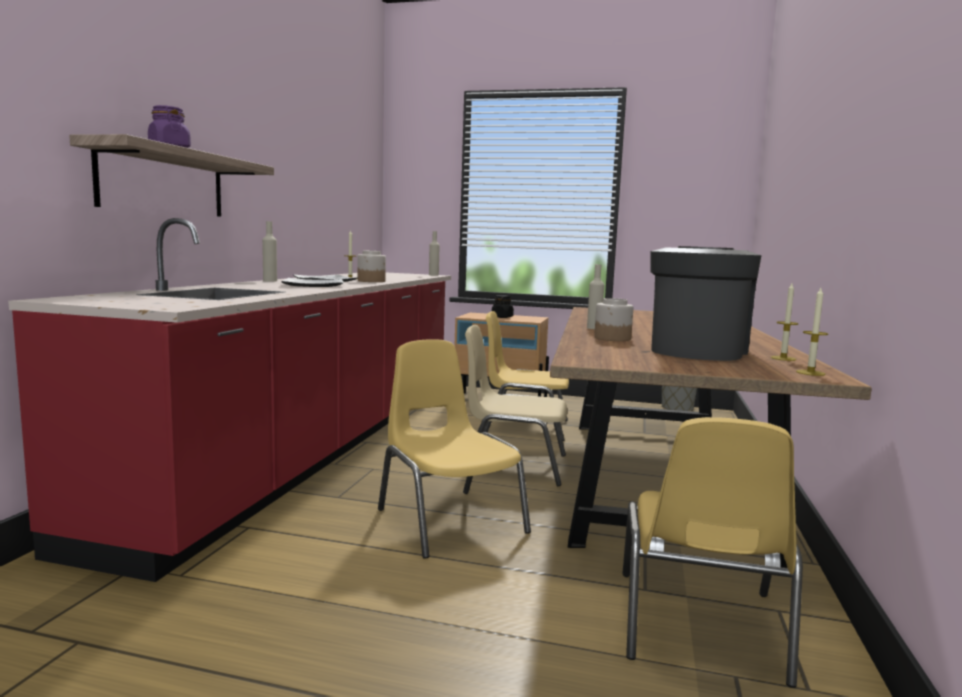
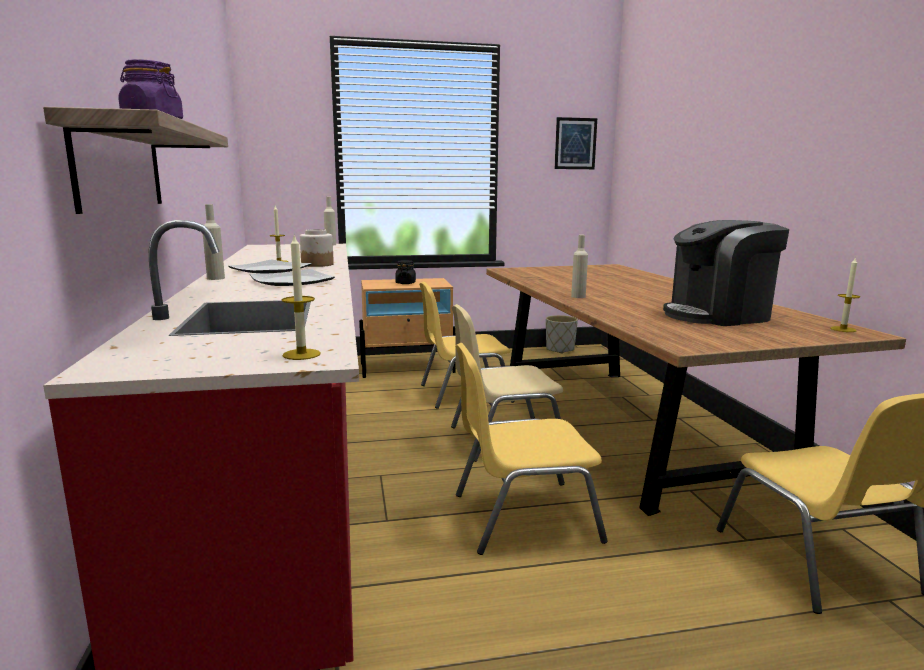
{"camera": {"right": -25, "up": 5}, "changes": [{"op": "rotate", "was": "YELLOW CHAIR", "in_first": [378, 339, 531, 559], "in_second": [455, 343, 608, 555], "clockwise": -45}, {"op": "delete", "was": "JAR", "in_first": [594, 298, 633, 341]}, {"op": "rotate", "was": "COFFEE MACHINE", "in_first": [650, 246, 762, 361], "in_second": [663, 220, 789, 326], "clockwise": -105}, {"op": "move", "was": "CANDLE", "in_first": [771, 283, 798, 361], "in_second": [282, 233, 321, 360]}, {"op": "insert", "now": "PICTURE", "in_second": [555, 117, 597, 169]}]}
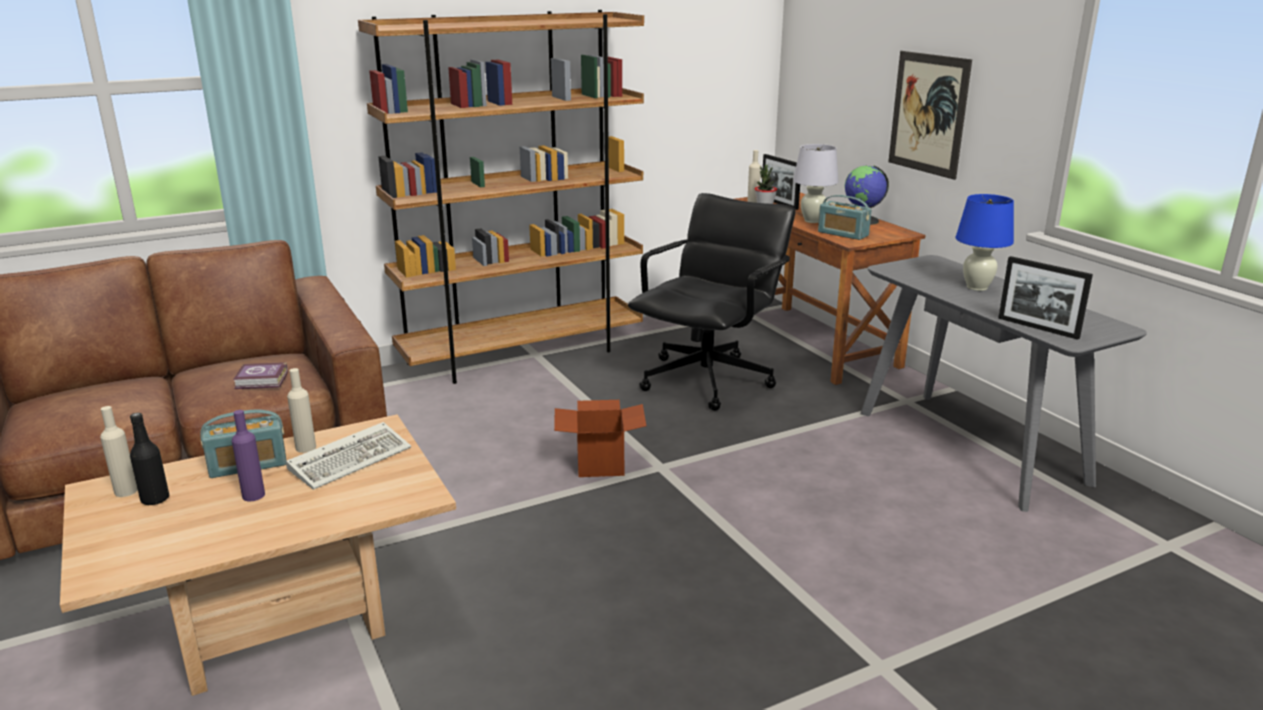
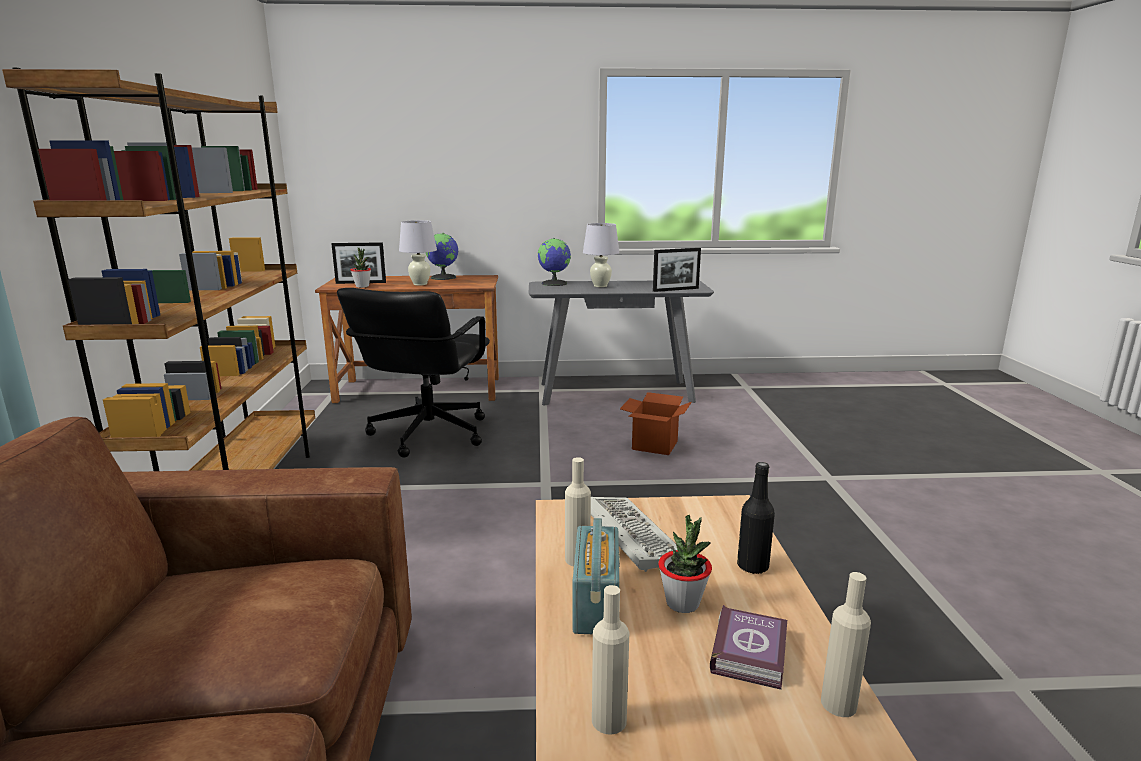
{"camera": {"right": -65, "up": -5}, "changes": [{"op": "move", "was": "BLACK BOTTLE", "in_first": [130, 413, 169, 505], "in_second": [737, 462, 775, 574]}, {"op": "replace", "was": "PURPLE BOTTLE", "now": "POTTED PLANT", "in_first": [232, 410, 265, 501], "in_second": [658, 515, 712, 613]}, {"op": "move", "was": "BOOK", "in_first": [233, 362, 288, 389], "in_second": [710, 605, 787, 690]}, {"op": "move", "was": "CARDBOARD BOX", "in_first": [554, 400, 646, 477], "in_second": [620, 392, 692, 455]}, {"op": "rotate", "was": "BLACK OFFICE CHAIR", "in_first": [628, 193, 796, 411], "in_second": [337, 288, 490, 458], "clockwise": -135}, {"op": "move", "was": "BEIGE BOTTLE", "in_first": [747, 150, 761, 203], "in_second": [821, 572, 871, 717]}, {"op": "delete", "was": "RADIO", "in_first": [818, 195, 872, 240]}, {"op": "delete", "was": "PICTURE", "in_first": [888, 51, 972, 180]}, {"op": "recolor", "was": "BLUE TABLE LAMP", "now": "WHITE TABLE LAMP", "in_first": [955, 194, 1014, 291], "in_second": [583, 223, 620, 287]}, {"op": "insert", "now": "GLOBE", "in_second": [538, 238, 571, 286]}]}
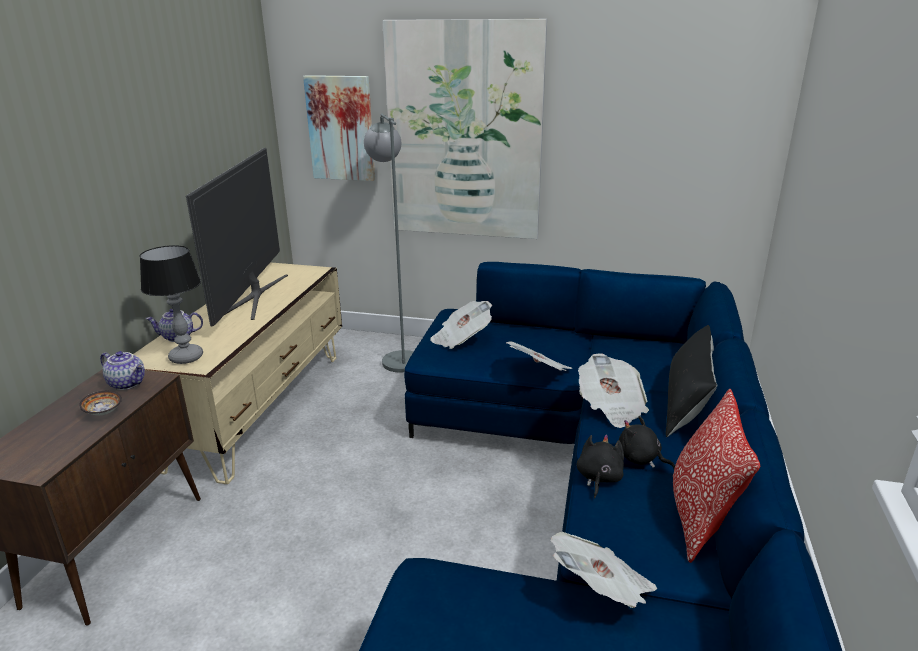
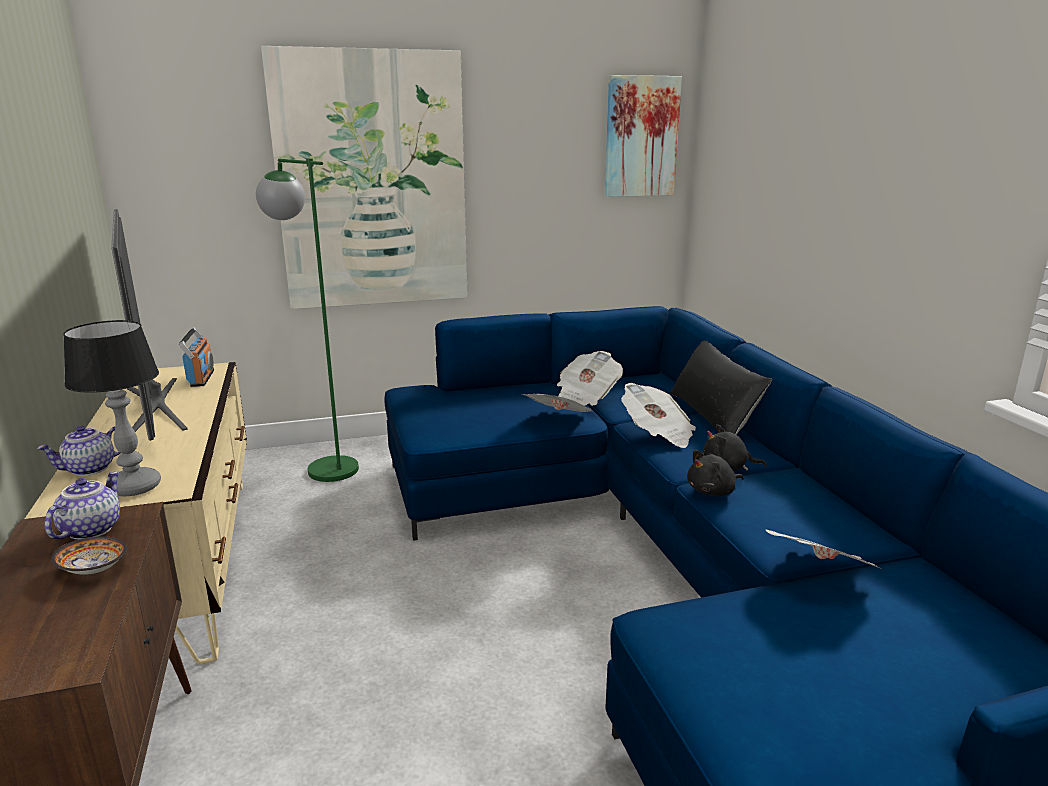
{"camera": {"right": -30, "up": -5}, "changes": [{"op": "rotate", "was": "TEAPOT", "in_first": [100, 351, 145, 390], "in_second": [44, 471, 120, 540], "clockwise": -75}, {"op": "move", "was": "PICTURE", "in_first": [303, 75, 375, 181], "in_second": [604, 75, 682, 197]}, {"op": "recolor", "was": "GREY FLOOR LAMP", "now": "GREEN FLOOR LAMP", "in_first": [364, 113, 413, 372], "in_second": [256, 158, 359, 482]}, {"op": "move", "was": "NEWSPAPER", "in_first": [430, 301, 492, 349], "in_second": [557, 351, 623, 406]}, {"op": "rotate", "was": "BLACK PLUSH TOY", "in_first": [577, 434, 624, 498], "in_second": [687, 450, 744, 496], "clockwise": -105}, {"op": "delete", "was": "PILLOW", "in_first": [673, 388, 760, 563]}, {"op": "insert", "now": "RADIO", "in_second": [179, 328, 214, 387]}]}
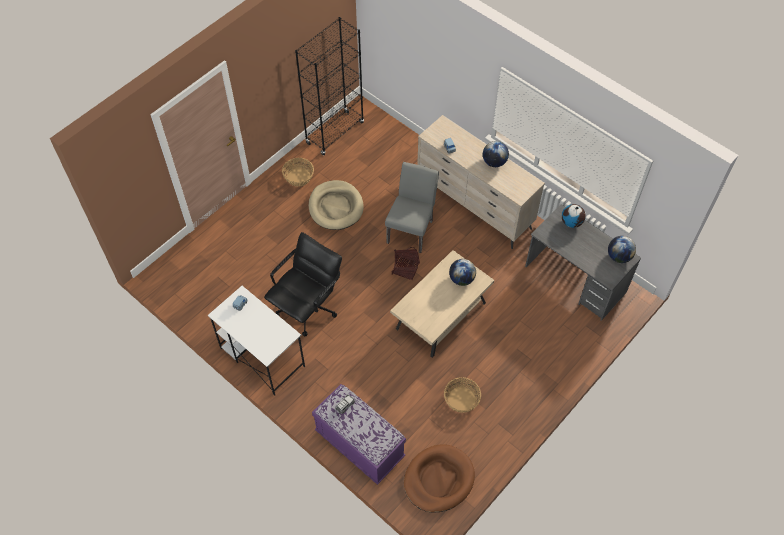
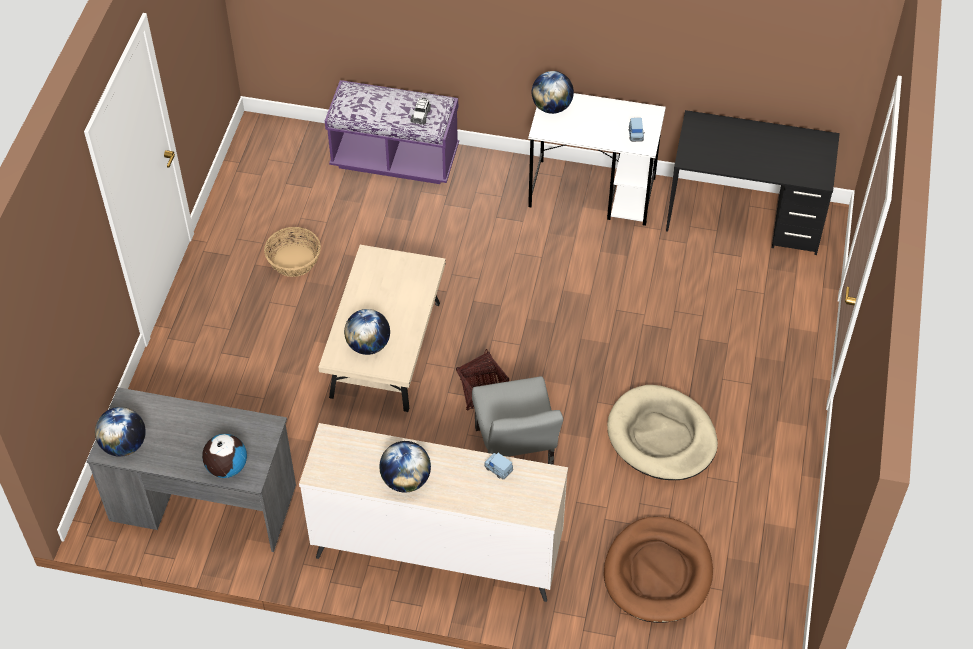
{"camera": {"right": 150, "up": -5}, "changes": [{"op": "delete", "was": "BLACK OFFICE CHAIR", "in_first": [264, 232, 342, 336]}, {"op": "delete", "was": "BASKET", "in_first": [282, 158, 314, 187]}, {"op": "delete", "was": "BLACK BOOKCASE", "in_first": [295, 17, 364, 156]}, {"op": "move", "was": "BROWN DOG BED", "in_first": [404, 444, 475, 513], "in_second": [604, 517, 713, 623]}, {"op": "insert", "now": "GLOBE", "in_second": [531, 71, 574, 114]}, {"op": "insert", "now": "BLACK DESK", "in_second": [666, 110, 840, 255]}]}
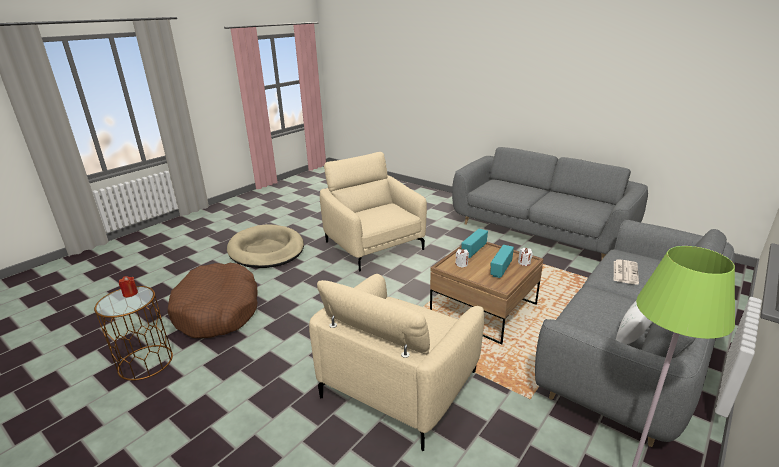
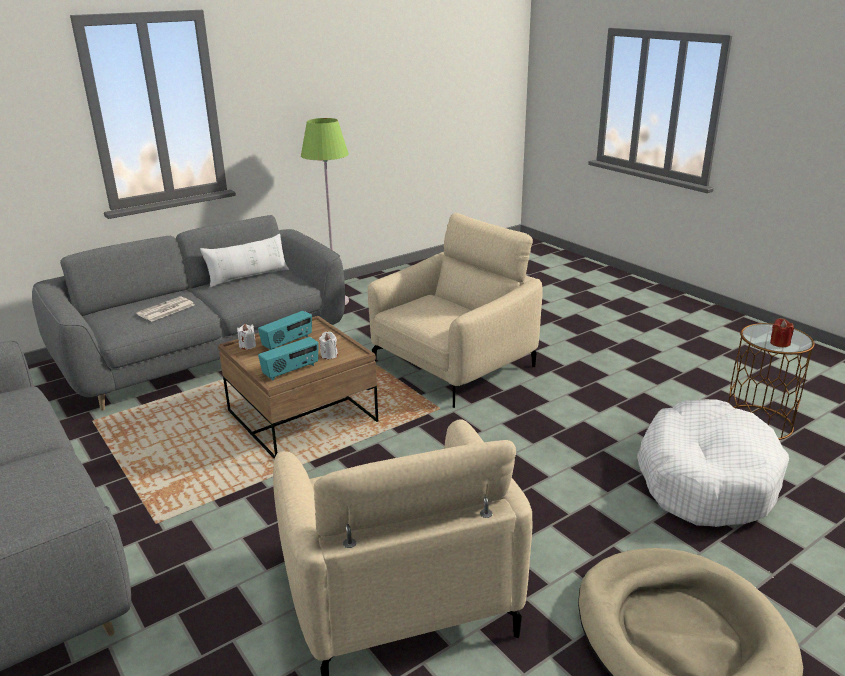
{"camera": {"right": -165, "up": 0}, "changes": [{"op": "recolor", "was": "BROWN DOG BED", "now": "WHITE DOG BED", "in_first": [167, 263, 258, 338], "in_second": [637, 399, 789, 527]}]}
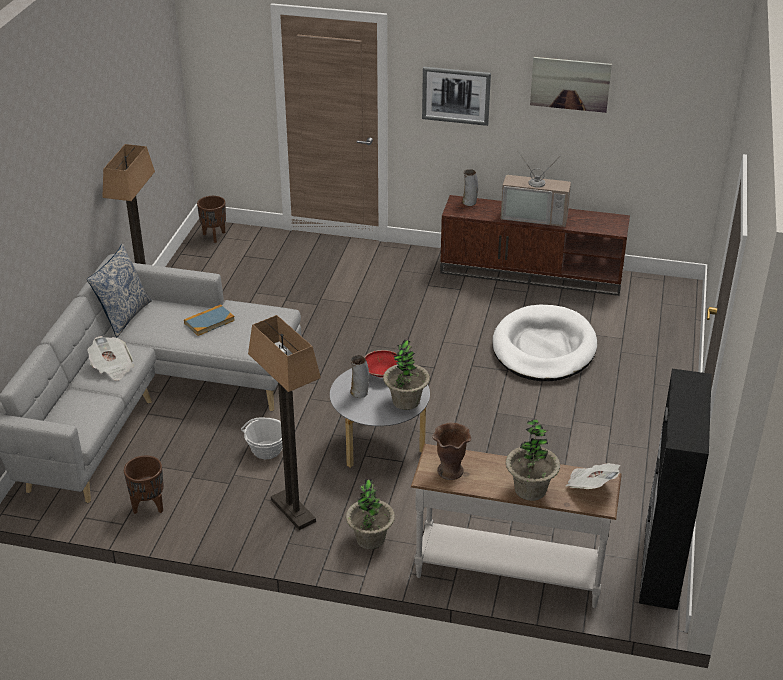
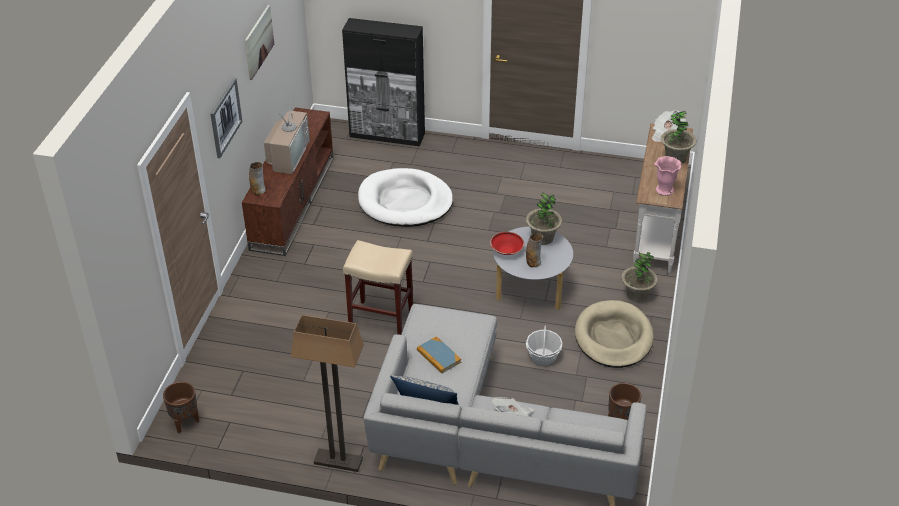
{"camera": {"right": -90, "up": 5}, "changes": [{"op": "replace", "was": "FLOOR LAMP", "now": "BEIGE DOG BED", "in_first": [248, 315, 321, 530], "in_second": [575, 300, 654, 368]}, {"op": "recolor", "was": "BROWN VASE", "now": "PINK VASE", "in_first": [432, 422, 471, 480], "in_second": [655, 156, 681, 196]}, {"op": "move", "was": "BLACK CABINET", "in_first": [639, 369, 712, 610], "in_second": [342, 18, 425, 146]}, {"op": "insert", "now": "BEIGE STOOL", "in_second": [343, 240, 413, 335]}]}
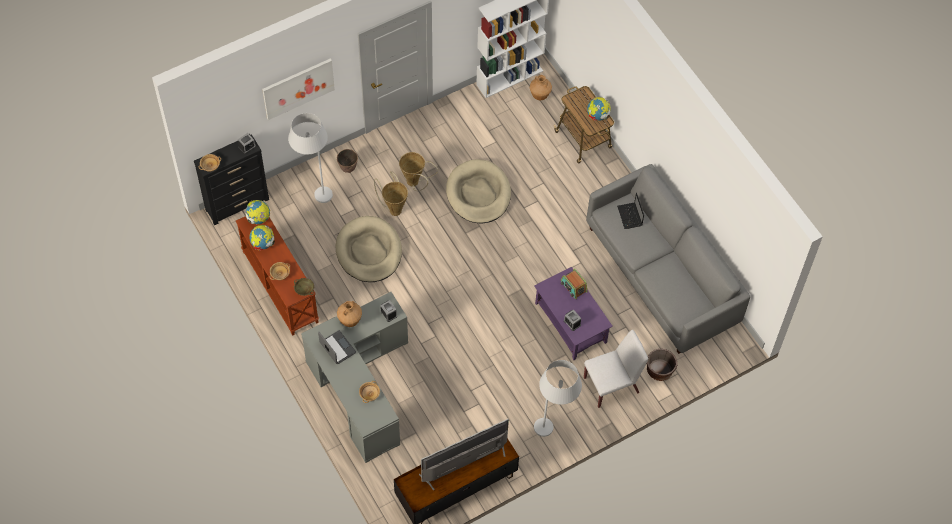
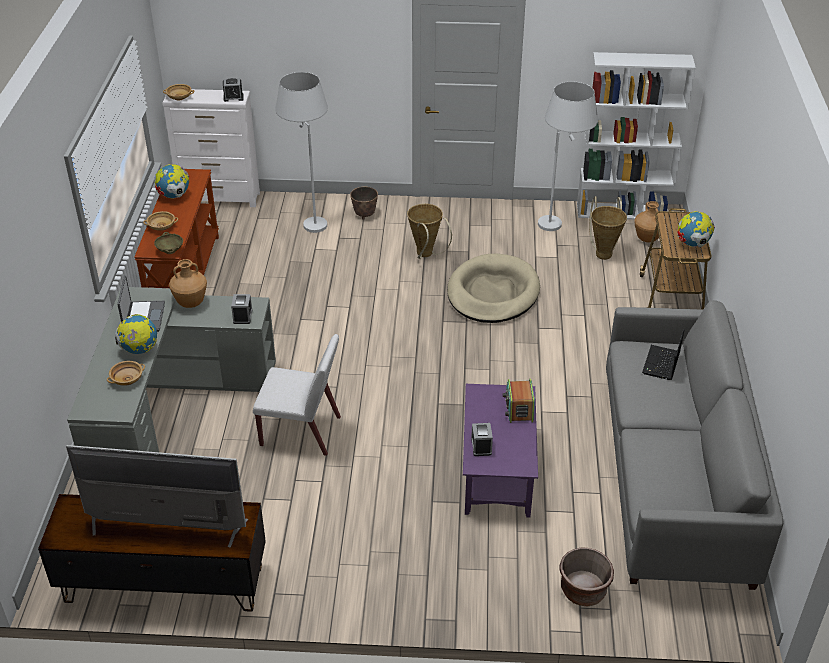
{"camera": {"right": 35, "up": -20}, "changes": [{"op": "recolor", "was": "BLACK DRESSER", "now": "WHITE DRESSER", "in_first": [194, 134, 269, 225], "in_second": [162, 89, 260, 207]}, {"op": "move", "was": "GLOBE", "in_first": [246, 200, 270, 225], "in_second": [115, 314, 157, 354]}, {"op": "delete", "was": "PICTURE", "in_first": [262, 58, 335, 120]}, {"op": "delete", "was": "BEIGE DOG BED", "in_first": [336, 216, 402, 282]}, {"op": "move", "was": "BASKET", "in_first": [374, 171, 408, 216], "in_second": [589, 196, 627, 260]}, {"op": "move", "was": "WHITE FLOOR LAMP", "in_first": [534, 360, 582, 437], "in_second": [538, 82, 598, 231]}, {"op": "move", "was": "WHITE CHAIR", "in_first": [584, 330, 648, 408], "in_second": [253, 334, 341, 456]}]}
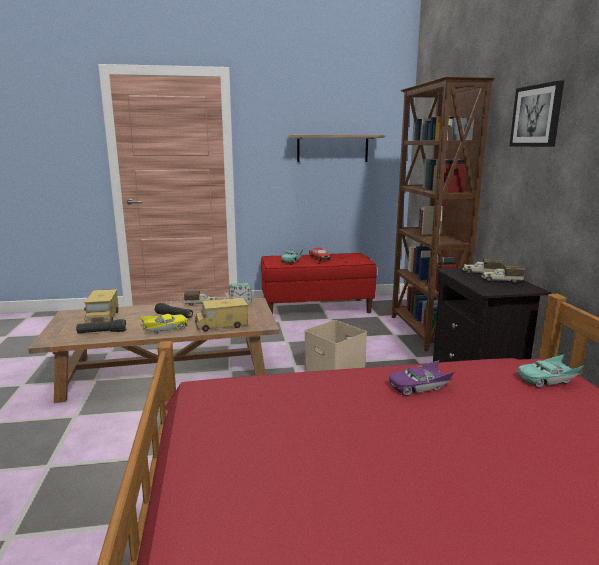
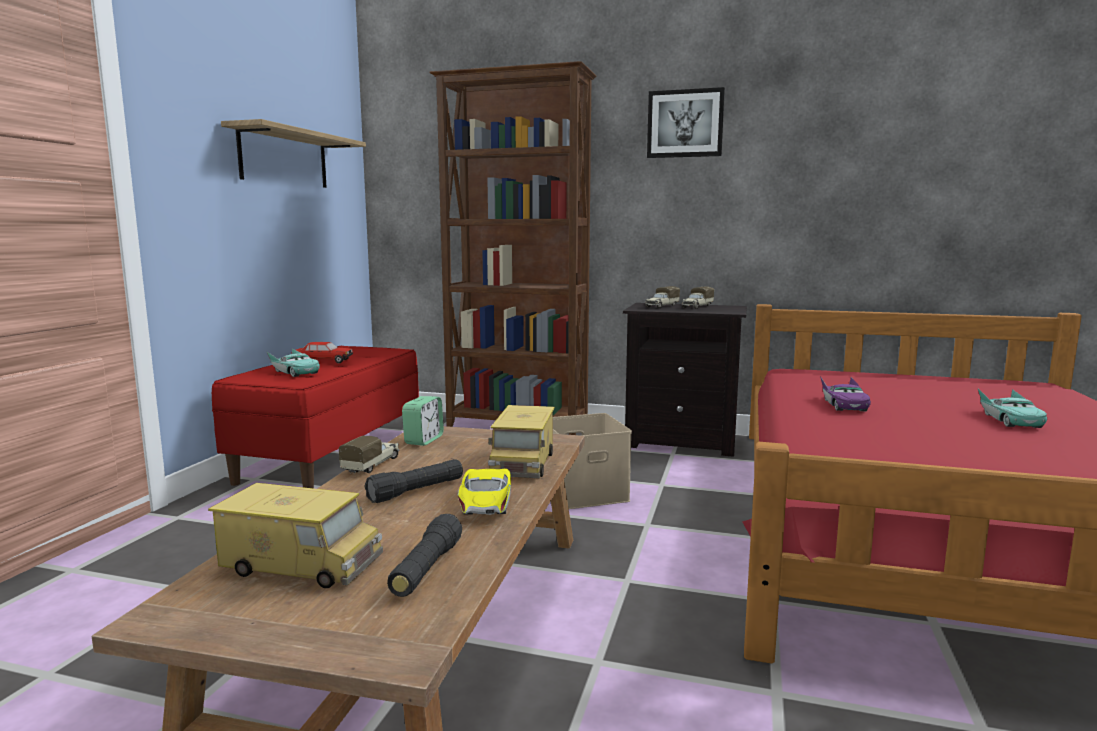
{"camera": {"right": -65, "up": -5}, "changes": [{"op": "move", "was": "TURQUOISE TOY CAR", "in_first": [518, 354, 585, 388], "in_second": [978, 389, 1047, 428]}]}
